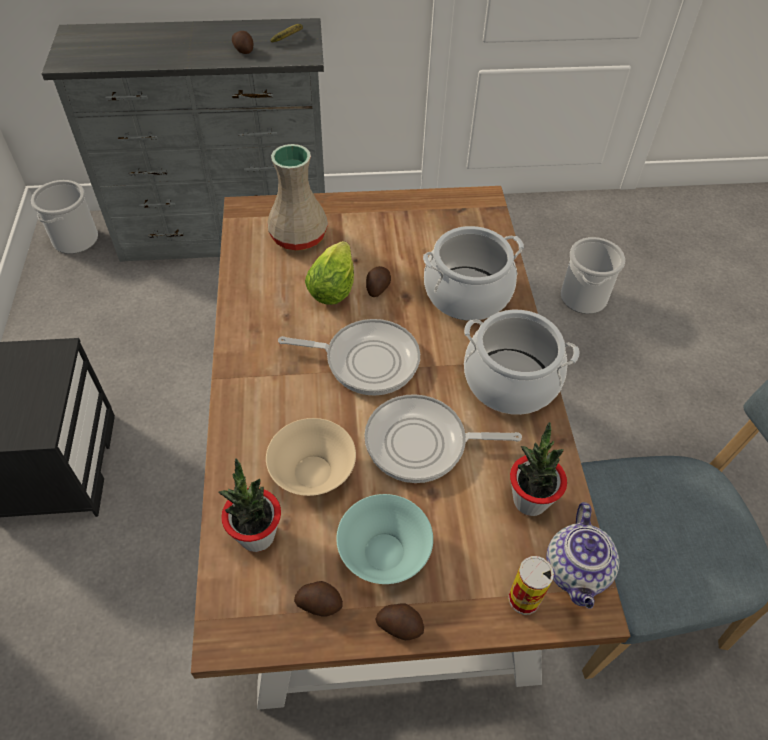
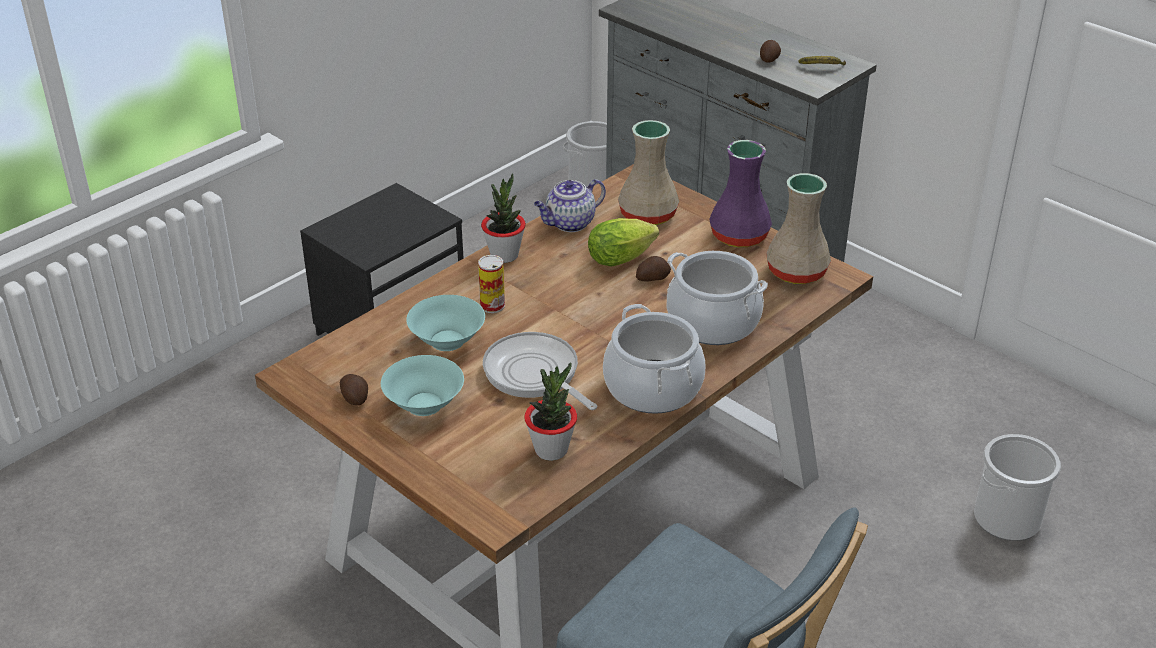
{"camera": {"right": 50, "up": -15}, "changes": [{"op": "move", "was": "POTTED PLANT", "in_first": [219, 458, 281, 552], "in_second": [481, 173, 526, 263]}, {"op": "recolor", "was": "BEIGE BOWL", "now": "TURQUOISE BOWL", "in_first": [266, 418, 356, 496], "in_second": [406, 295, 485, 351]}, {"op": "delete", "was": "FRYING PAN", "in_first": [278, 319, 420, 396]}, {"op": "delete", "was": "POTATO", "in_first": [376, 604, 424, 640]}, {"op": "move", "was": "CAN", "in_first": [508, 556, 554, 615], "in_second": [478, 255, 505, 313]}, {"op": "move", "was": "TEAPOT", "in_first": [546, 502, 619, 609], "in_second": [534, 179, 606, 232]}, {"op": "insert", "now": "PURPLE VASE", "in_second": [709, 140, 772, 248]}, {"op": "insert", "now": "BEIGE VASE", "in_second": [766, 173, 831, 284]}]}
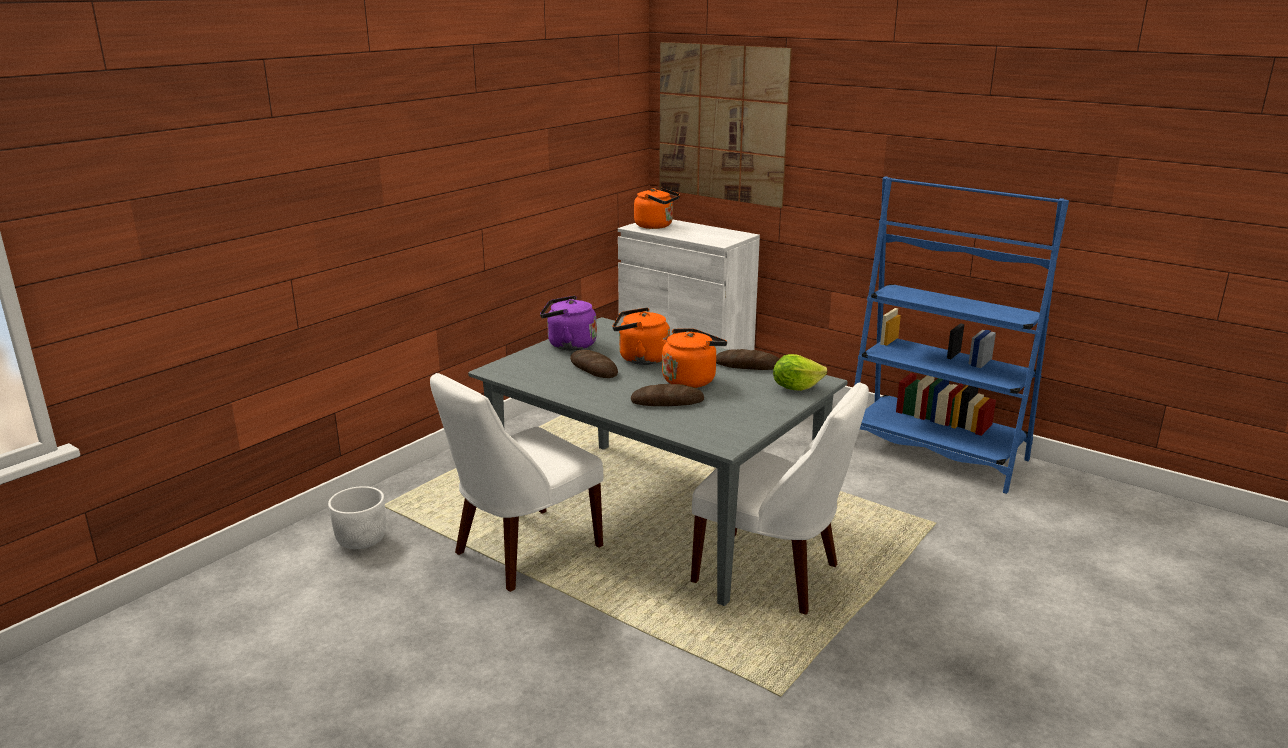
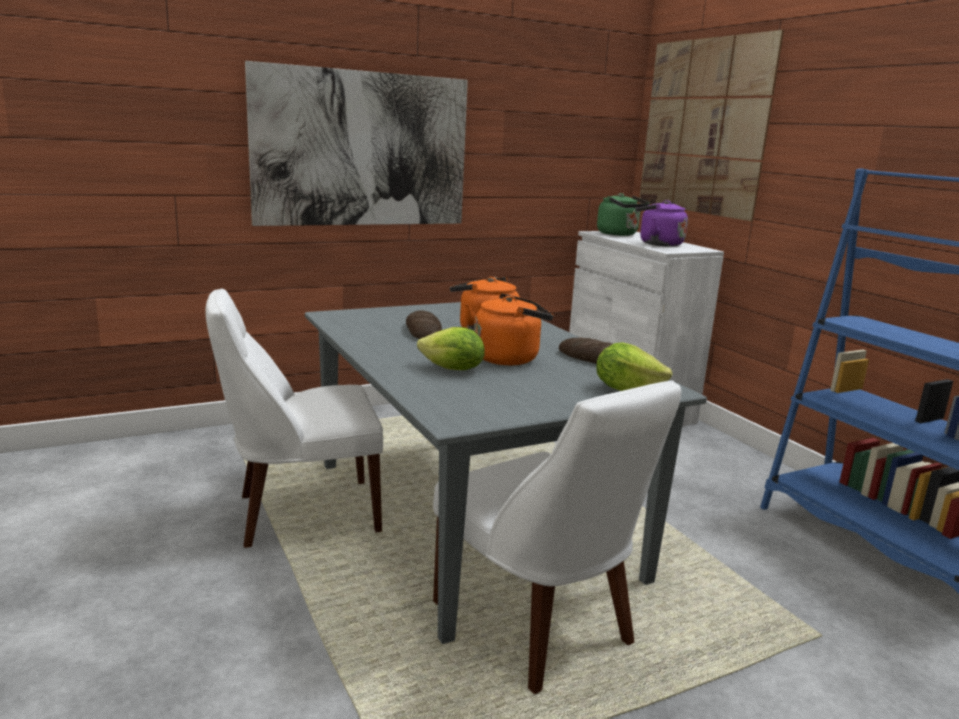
{"camera": {"right": 25, "up": -5}, "changes": [{"op": "delete", "was": "WHITE PLANTER", "in_first": [328, 486, 386, 549]}, {"op": "move", "was": "PURPLE KETTLE", "in_first": [540, 296, 597, 350], "in_second": [636, 200, 688, 246]}, {"op": "replace", "was": "BREAD", "now": "LETTUCE", "in_first": [631, 384, 704, 406], "in_second": [417, 327, 485, 370]}, {"op": "recolor", "was": "ORANGE KETTLE", "now": "GREEN KETTLE", "in_first": [634, 188, 680, 229], "in_second": [597, 193, 650, 236]}, {"op": "insert", "now": "PICTURE", "in_second": [245, 61, 468, 226]}]}
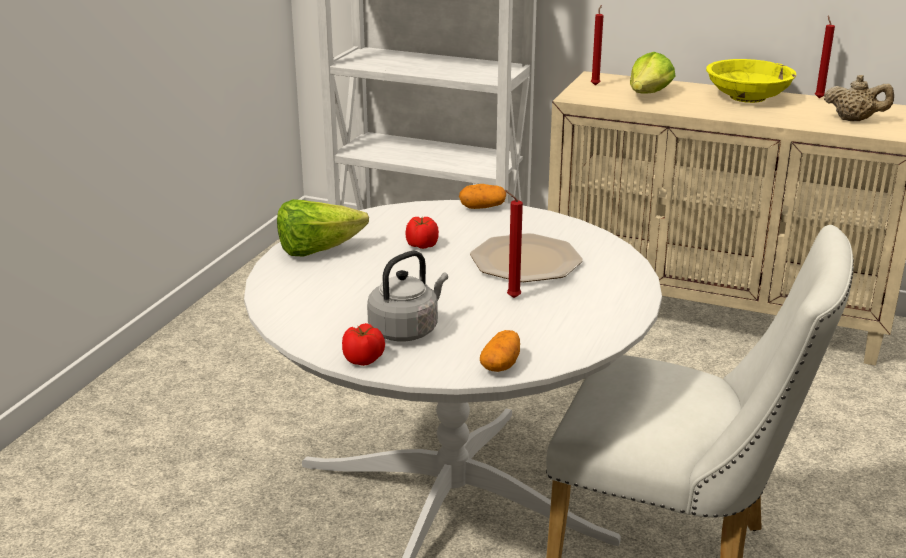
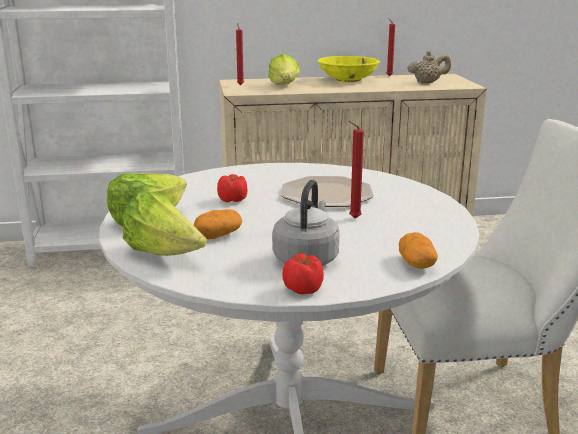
{"camera": {"right": -30, "up": -5}, "changes": [{"op": "move", "was": "POTATO", "in_first": [459, 184, 506, 209], "in_second": [194, 209, 242, 239]}, {"op": "insert", "now": "LETTUCE", "in_second": [122, 192, 207, 256]}]}
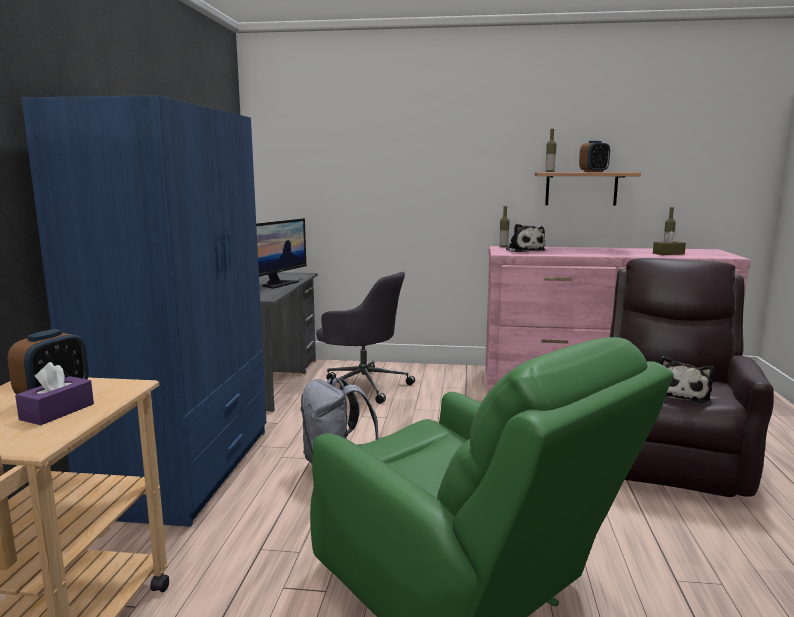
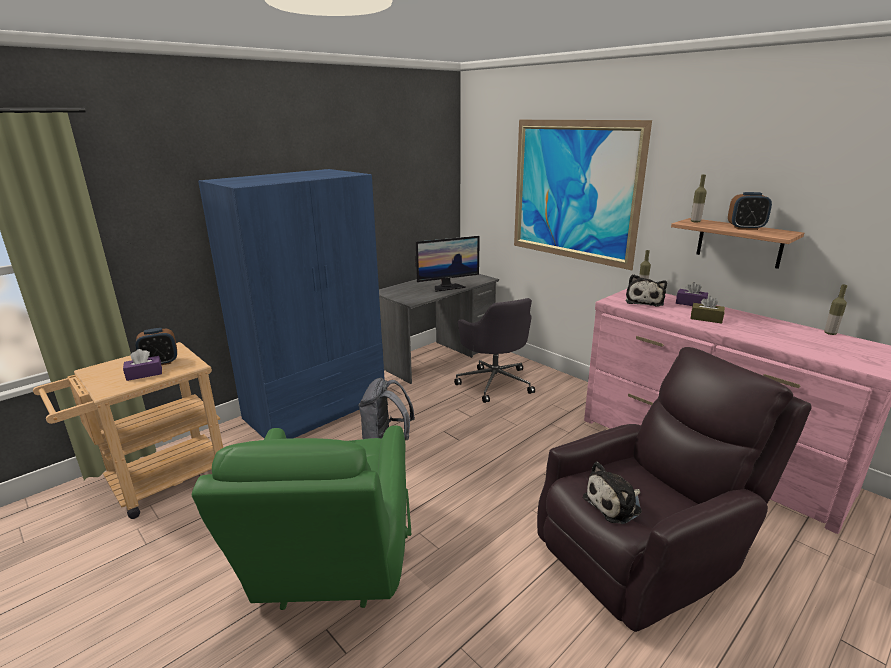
{"camera": {"right": 40, "up": 10}, "changes": [{"op": "move", "was": "BROWN TISSUE BOX", "in_first": [653, 231, 686, 255], "in_second": [690, 296, 725, 324]}, {"op": "insert", "now": "PICTURE", "in_second": [514, 120, 652, 270]}, {"op": "insert", "now": "PURPLE TISSUE BOX", "in_second": [676, 282, 708, 306]}]}
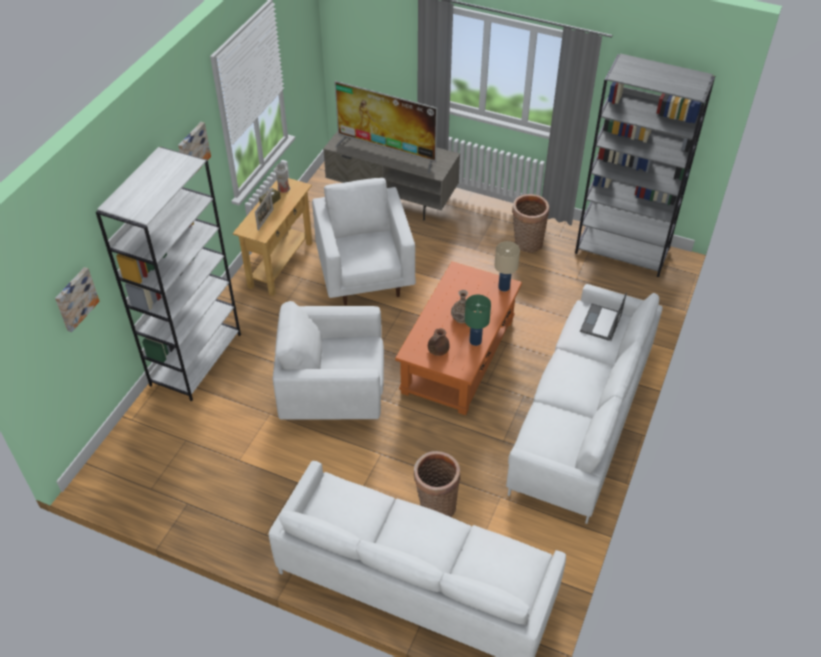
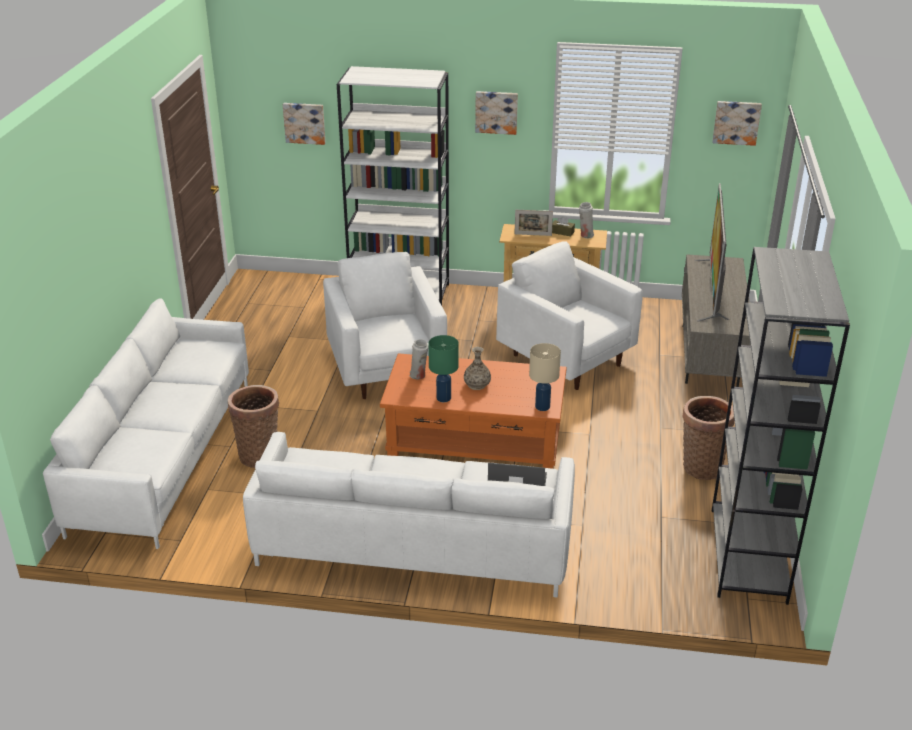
{"camera": {"right": 75, "up": -15}, "changes": [{"op": "rotate", "was": "WHITE ARMCHAIR", "in_first": [312, 178, 416, 305], "in_second": [496, 242, 643, 390], "clockwise": -105}, {"op": "replace", "was": "BROWN TEAPOT", "now": "WHITE VASE", "in_first": [428, 328, 450, 356], "in_second": [410, 339, 428, 379]}, {"op": "insert", "now": "PICTURE", "in_second": [712, 101, 762, 146]}]}
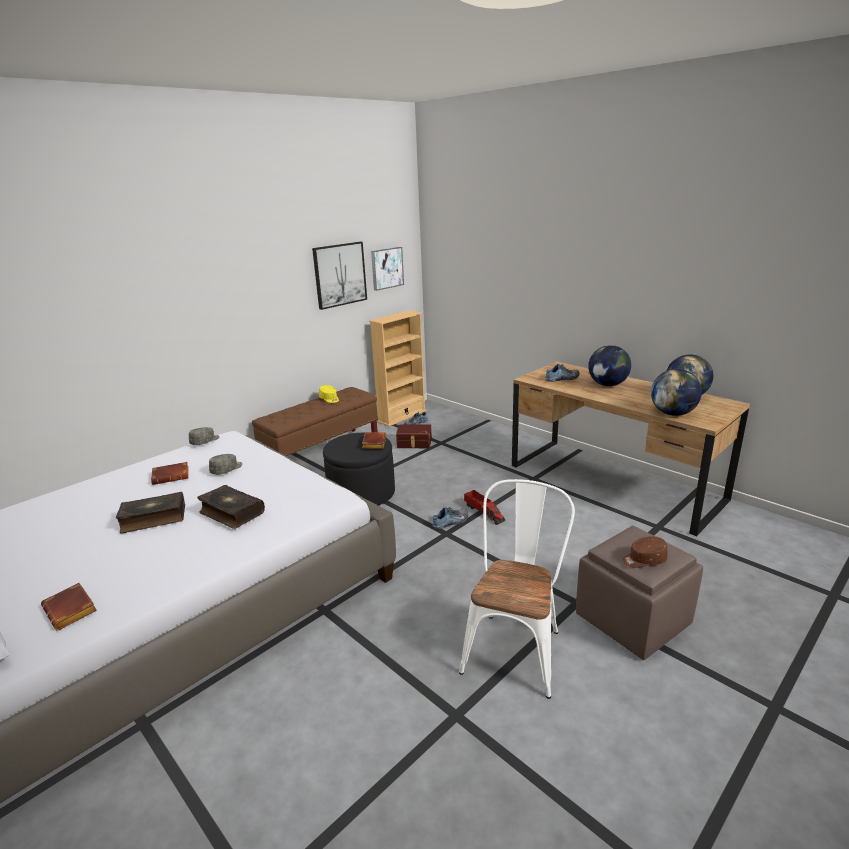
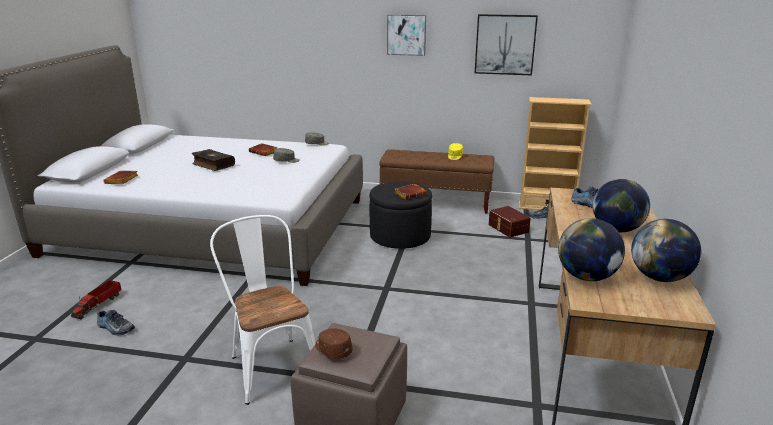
{"camera": {"right": 55, "up": 0}, "changes": [{"op": "delete", "was": "BOOK", "in_first": [197, 485, 265, 529]}, {"op": "move", "was": "PICTURE", "in_first": [371, 247, 404, 291], "in_second": [387, 14, 426, 56]}, {"op": "move", "was": "SHOE", "in_first": [432, 507, 468, 529], "in_second": [97, 310, 135, 335]}, {"op": "rotate", "was": "WHITE CHAIR", "in_first": [459, 479, 575, 699], "in_second": [210, 215, 316, 405], "clockwise": -105}, {"op": "move", "was": "TOY TRUCK", "in_first": [464, 490, 505, 525], "in_second": [71, 280, 121, 319]}]}
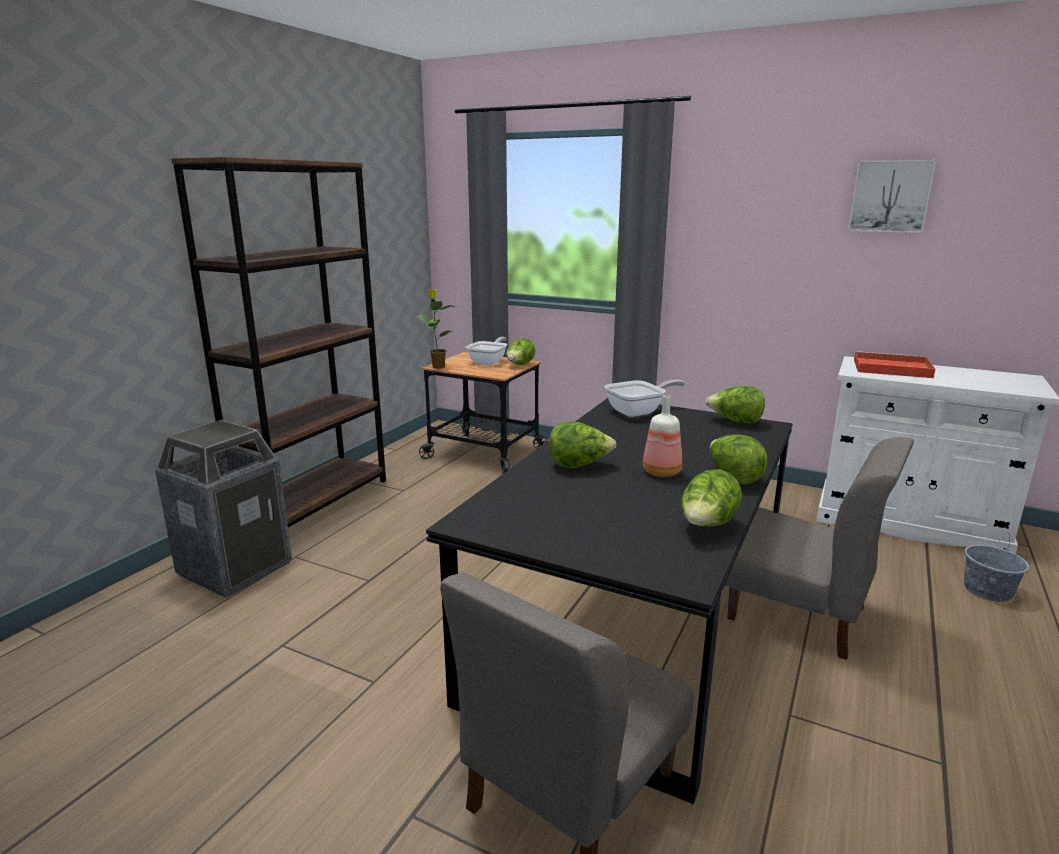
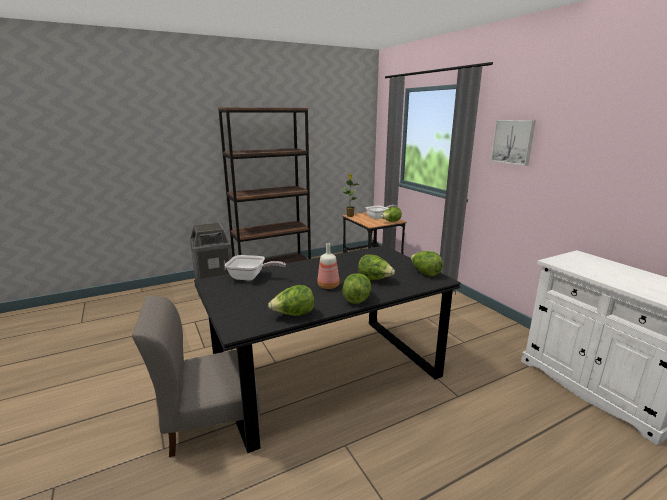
{"camera": {"right": 35, "up": 0}, "changes": [{"op": "move", "was": "LETTUCE", "in_first": [549, 422, 616, 468], "in_second": [358, 254, 395, 280]}, {"op": "move", "was": "FRYING PAN", "in_first": [604, 380, 685, 417], "in_second": [225, 255, 286, 281]}, {"op": "delete", "was": "GREY CHAIR", "in_first": [724, 437, 914, 660]}, {"op": "move", "was": "PICTURE", "in_first": [848, 160, 936, 233], "in_second": [491, 120, 536, 165]}, {"op": "delete", "was": "RED TRAY", "in_first": [854, 351, 935, 378]}, {"op": "delete", "was": "GREY BUCKET", "in_first": [964, 533, 1029, 602]}]}
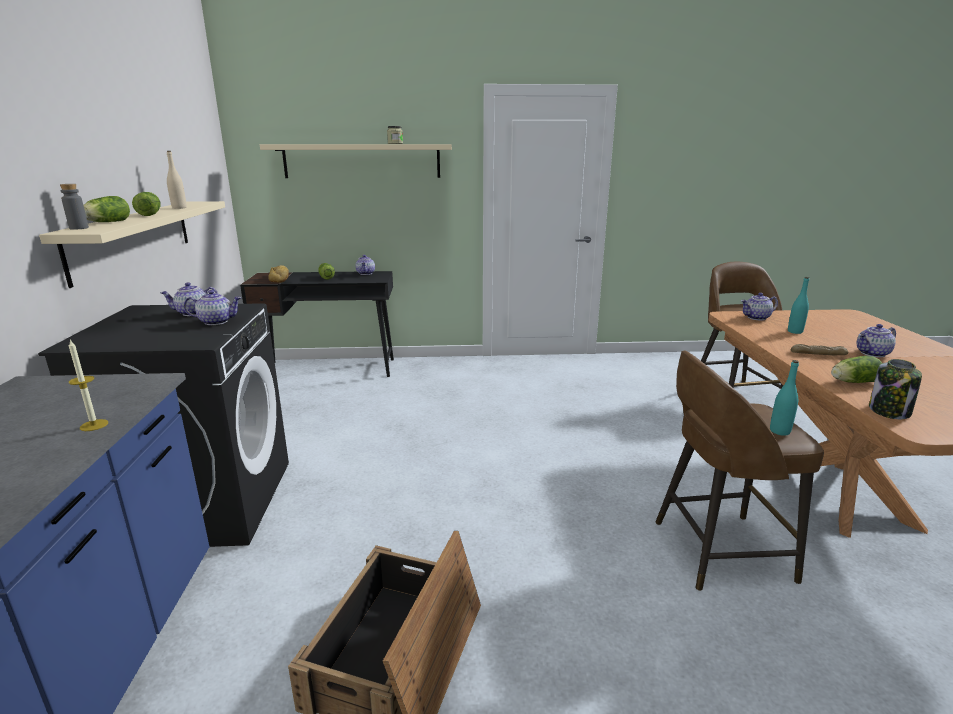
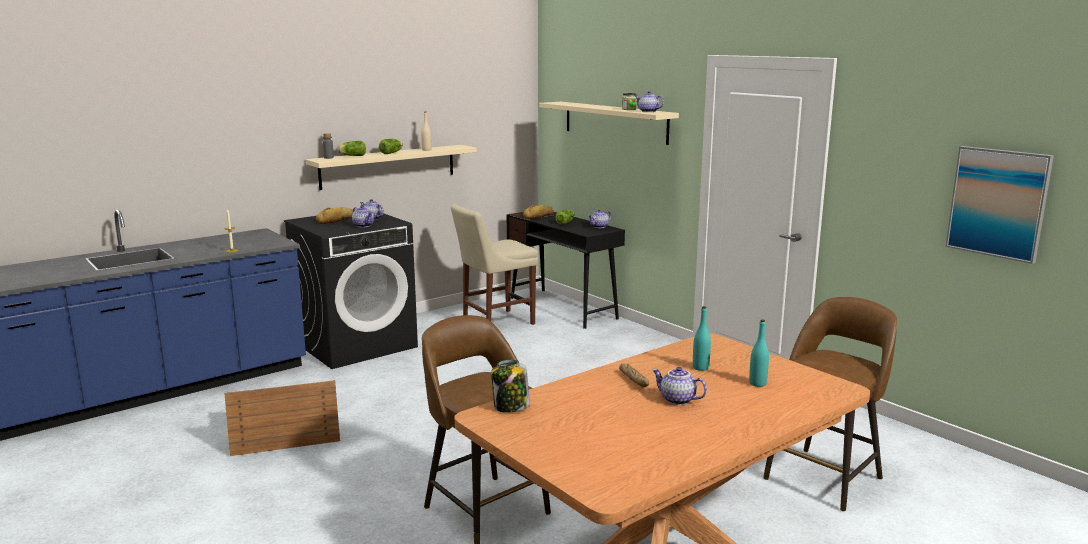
{"camera": {"right": 55, "up": -5}, "changes": [{"op": "move", "was": "TEAPOT", "in_first": [741, 293, 778, 320], "in_second": [635, 91, 664, 112]}, {"op": "move", "was": "TURQUOISE BOTTLE", "in_first": [770, 360, 799, 436], "in_second": [749, 319, 769, 387]}, {"op": "delete", "was": "LETTUCE", "in_first": [831, 356, 882, 383]}, {"op": "insert", "now": "BREAD", "in_second": [316, 207, 353, 224]}, {"op": "insert", "now": "BEIGE CHAIR", "in_second": [451, 204, 538, 325]}, {"op": "insert", "now": "PICTURE", "in_second": [945, 146, 1054, 264]}]}
